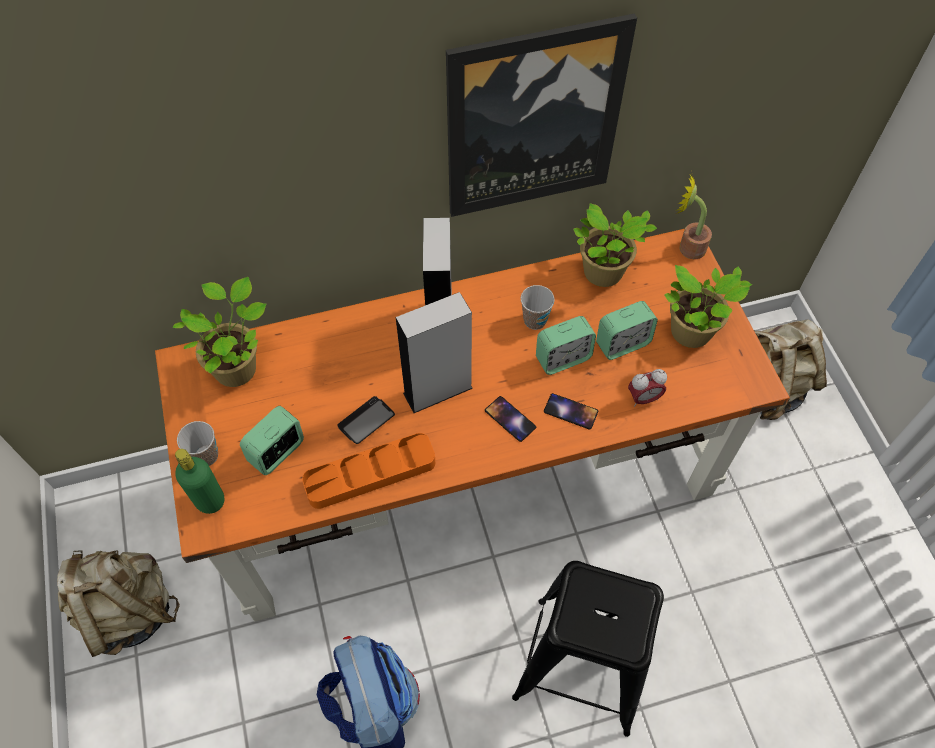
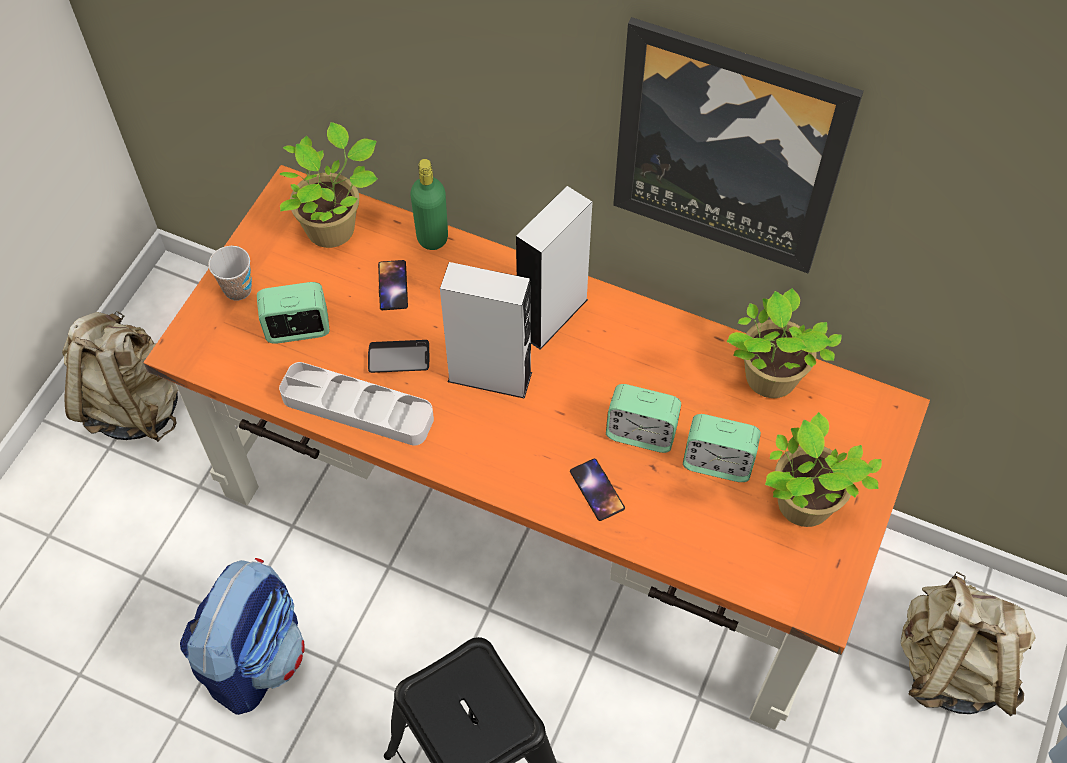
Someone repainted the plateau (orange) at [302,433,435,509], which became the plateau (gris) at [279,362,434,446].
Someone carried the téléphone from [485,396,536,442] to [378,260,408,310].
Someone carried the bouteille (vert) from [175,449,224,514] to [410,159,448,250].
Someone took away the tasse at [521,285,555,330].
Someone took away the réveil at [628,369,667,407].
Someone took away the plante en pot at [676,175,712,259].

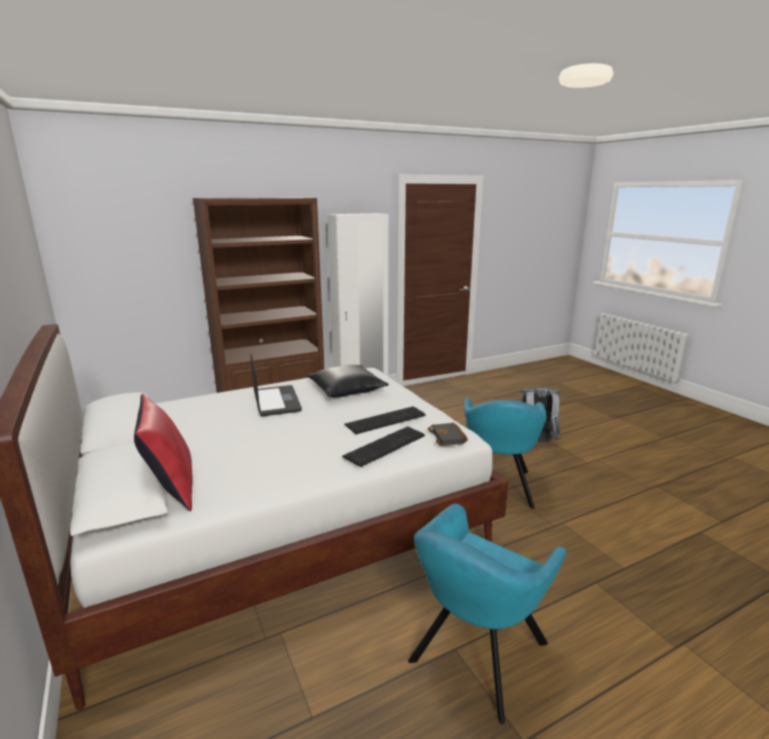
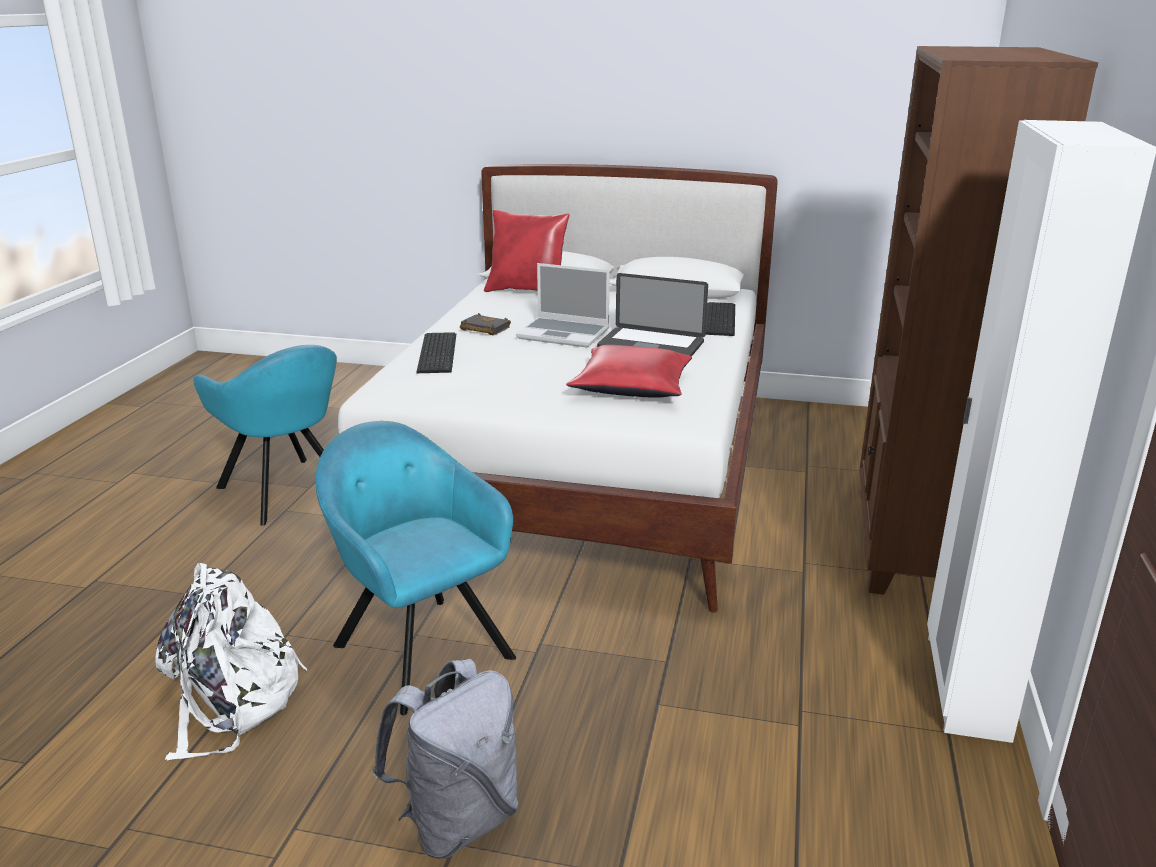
Someone put down the sac à dos (blanc) at [155,563,307,760].
Someone rotated the fauteuil (turquoise) at [408,504,566,724] by 150 degrees clockwise.
Someone carried the livre (noir) from [428,423,468,446] to [460,313,511,335].
Someone put down the ordinateur portable at [516,263,610,348].
Someone repainted the coussin (noir) at [307,365,389,398], which became the coussin (rouge) at [566,345,692,398].
Someone carried the clavier from [344,406,426,434] to [705,302,735,336].

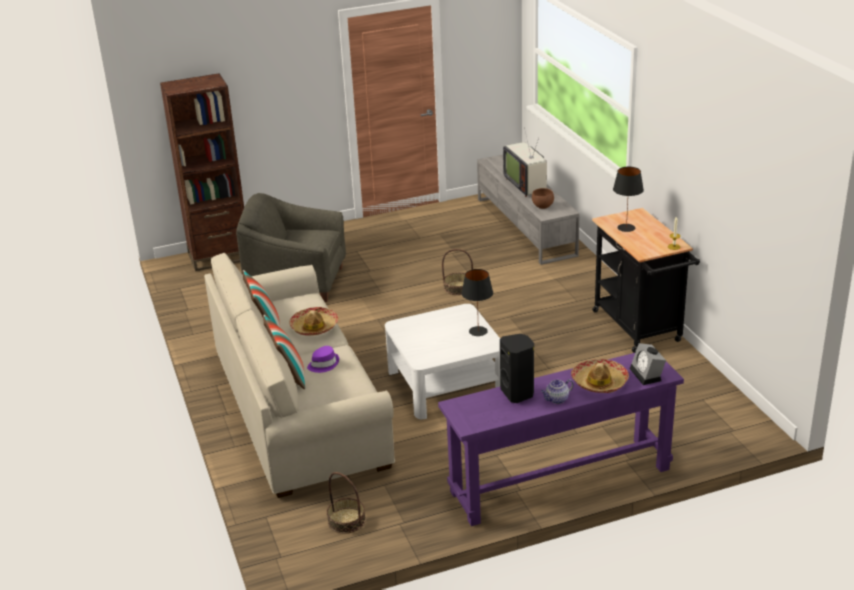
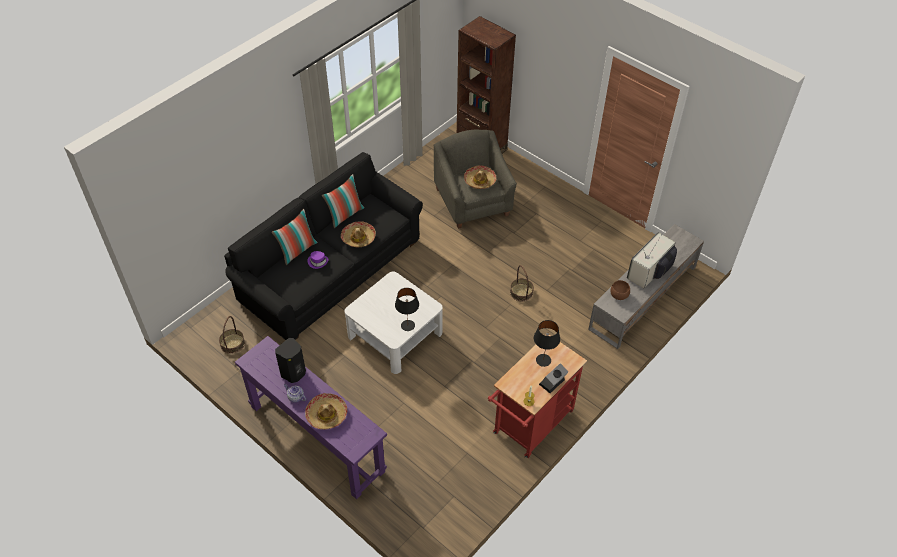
Someone repainted the canapé (beige) at [204,253,395,498], which became the canapé (noir) at [224,152,423,340].
Someone put down the chapeau at [464,165,496,189].
Someone repainted the chariot (noir) at [592,208,700,353], which became the chariot (rouge) at [488,335,587,458].
Someone carried the réveil from [630,343,666,385] to [539,363,568,393].

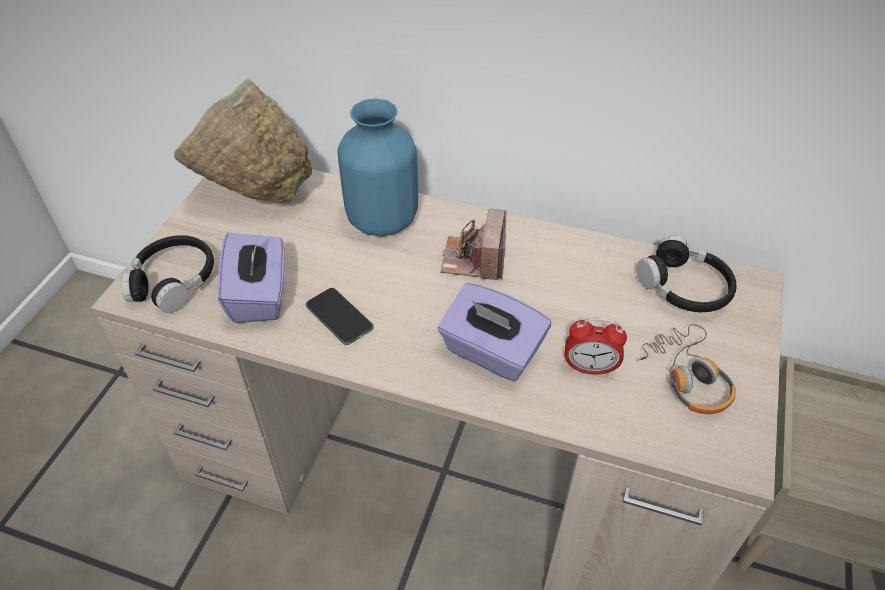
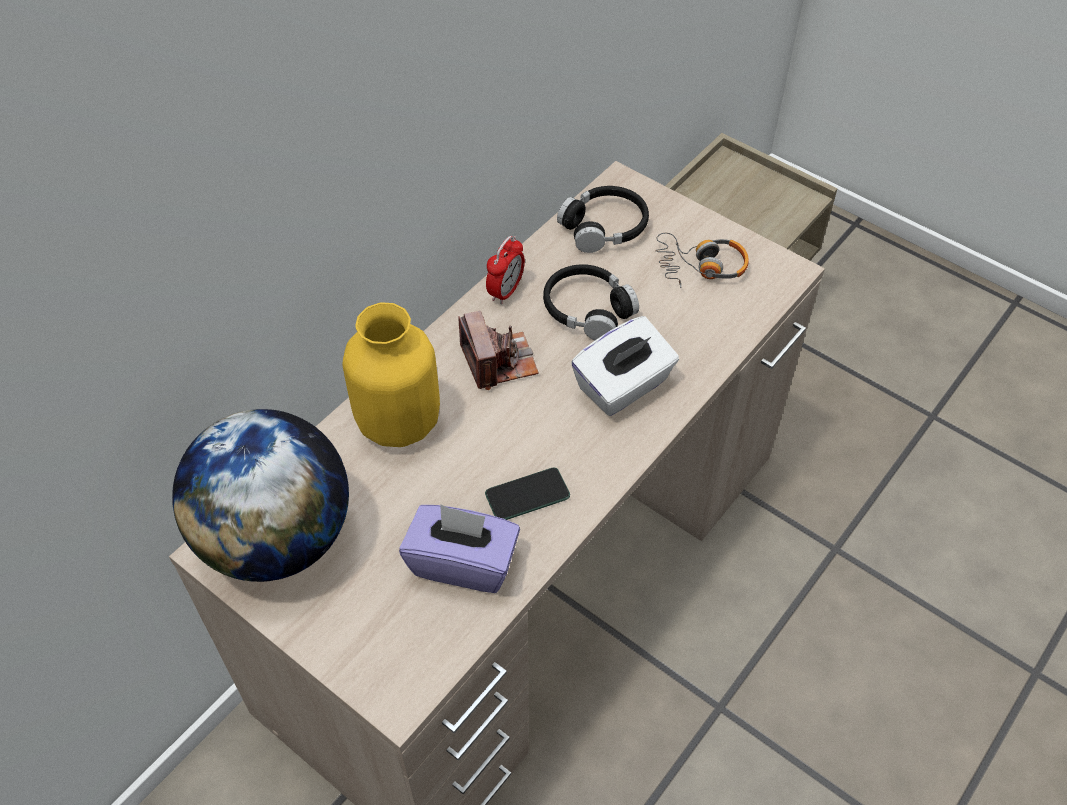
Someone swapped the bol (vert) at [174,79,312,203] for the globe at [172,409,349,582].
Someone repainted the vase (bleu) at [337,98,418,236], which became the vase (jaune) at [343,303,440,447].
Someone rotated the appareil photo at [441,209,506,280] by 135 degrees counterclockwise.
Someone carried the réveil from [564,317,627,375] to [486,236,525,305].
Someone carried the casque audio (noir) from [121,235,214,313] to [543,264,639,340].
Someone repainted the boîte à mouchoirs (violet) at [438,283,551,381], which became the boîte à mouchoirs (blanc) at [571,316,679,416].

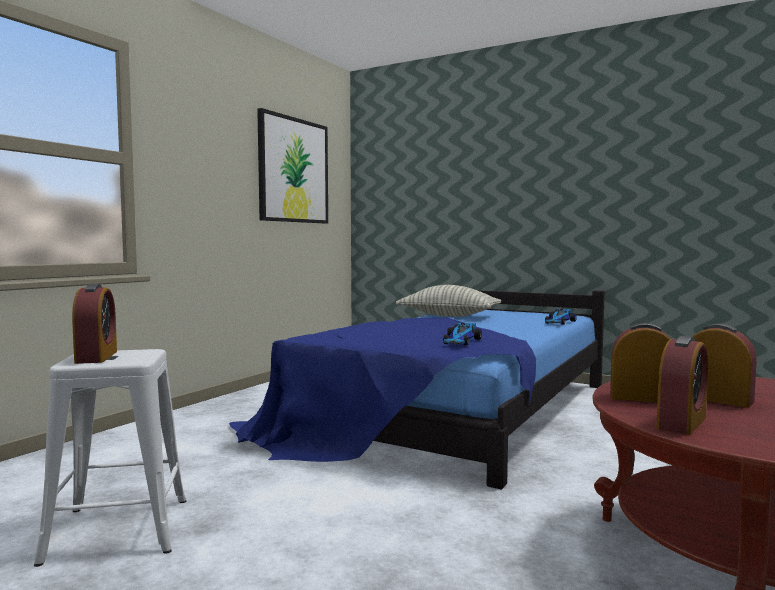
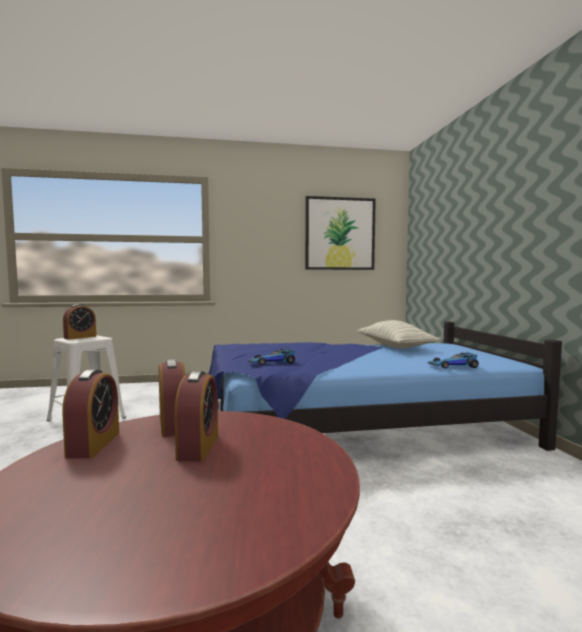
Someone rotated the réveil at [656,336,708,435] by 90 degrees counterclockwise.

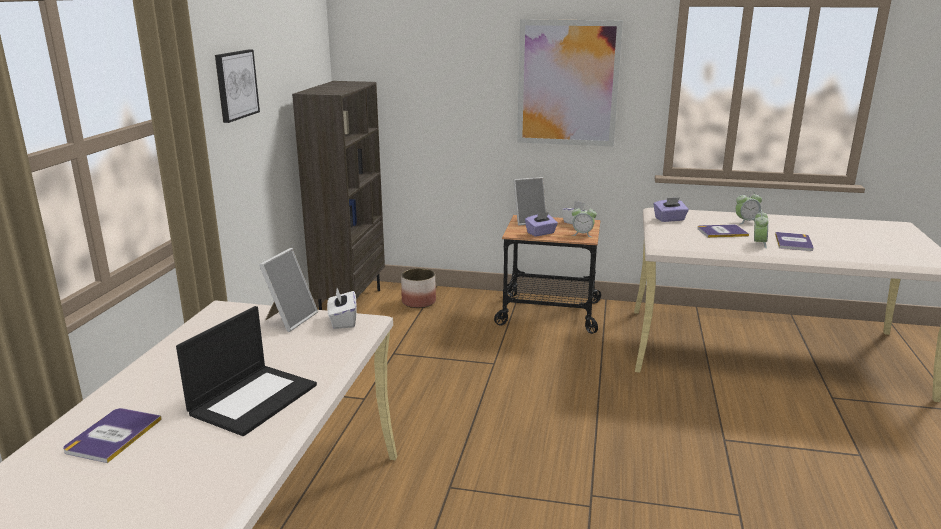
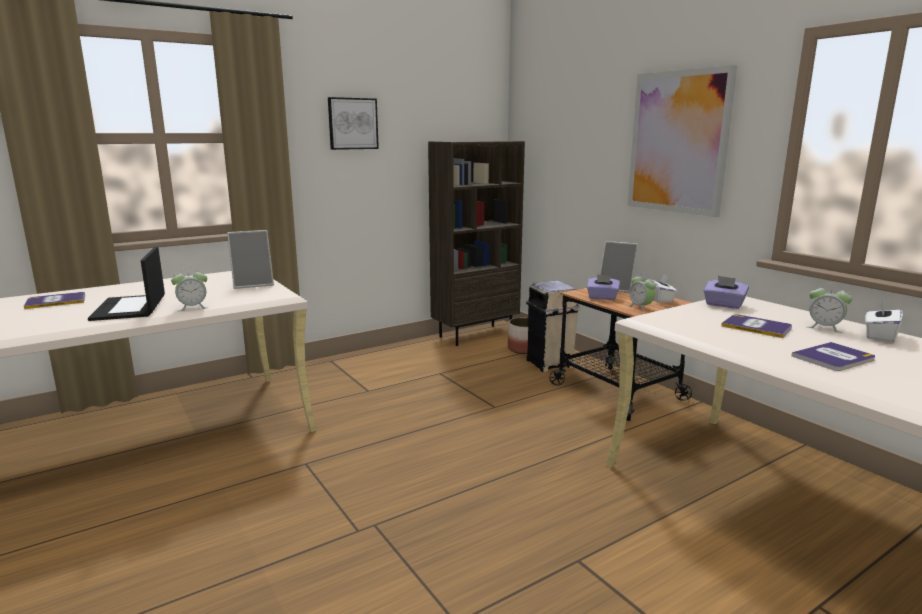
Someone rotated the ordinateur portable at [176,306,317,436] by 90 degrees clockwise.
Someone carried the réveil from [754,210,768,248] to [171,267,208,311].
Someone put down the poubelle (beige) at [526,280,581,372].
Someone carried the boîte à mouchoirs (blanc) from [327,288,357,329] to [865,301,903,342].

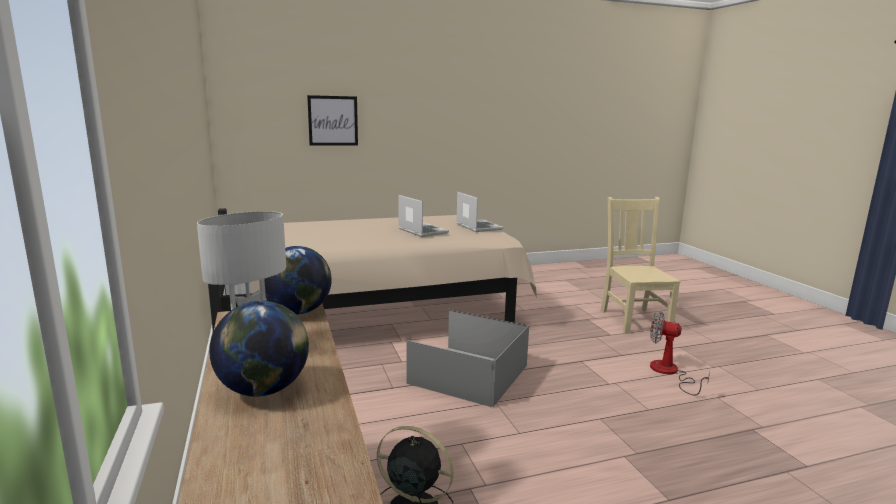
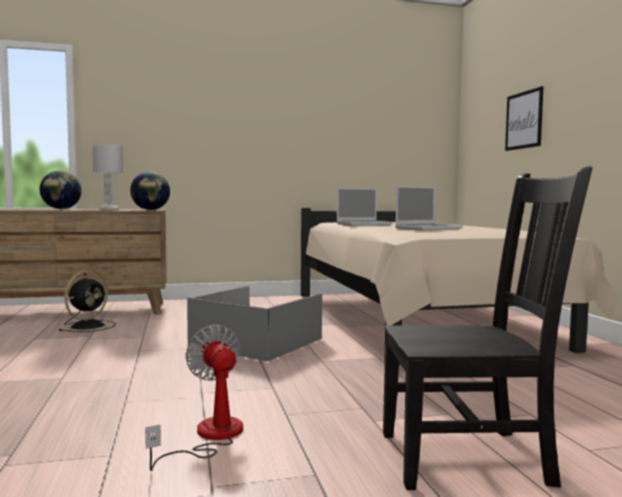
Someone rotated the ventilateur at [650,311,710,396] by 60 degrees counterclockwise.
Someone carried the ordinateur portable from [456,192,503,232] to [336,188,392,226].
Someone repainted the chaise (beige) at [601,197,680,333], which became the chaise (noir) at [383,166,593,490].

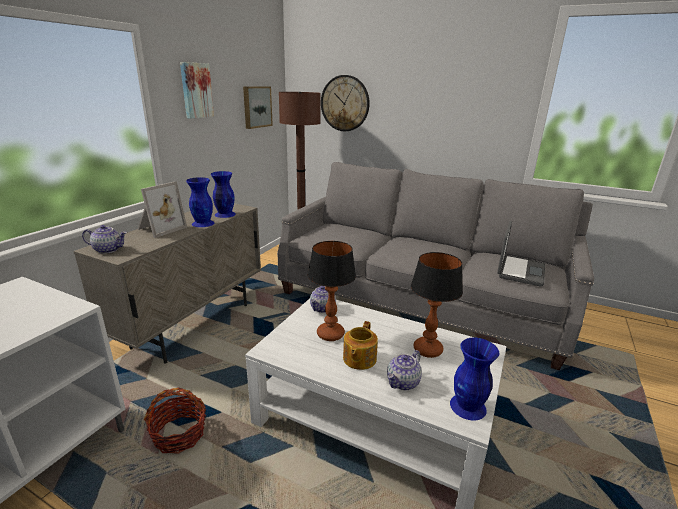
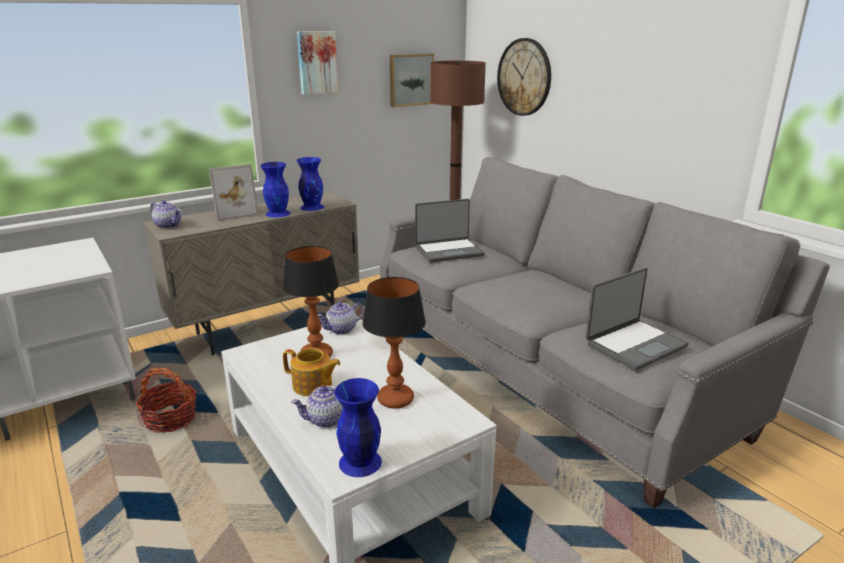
Someone rotated the théière at [343,321,378,370] by 120 degrees counterclockwise.
Someone put down the ordinateur portable at [415,199,485,263].

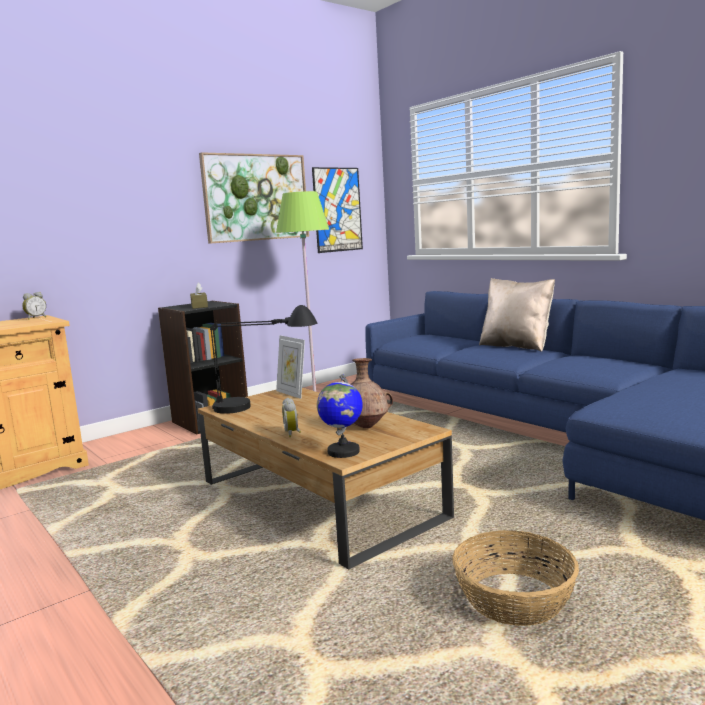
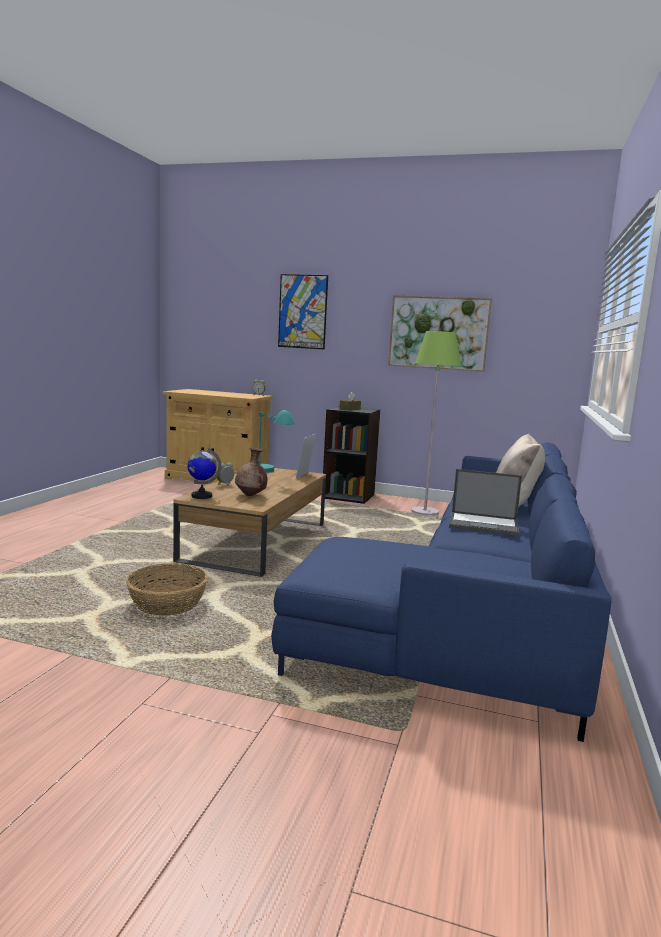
Someone repainted the lampe de table (noir) at [210,305,317,414], which became the lampe de table (turquoise) at [258,410,295,473].
Someone carried the tableau from [312,167,363,253] to [278,274,328,349].
Someone put down the ordinateur portable at [449,469,522,536].

